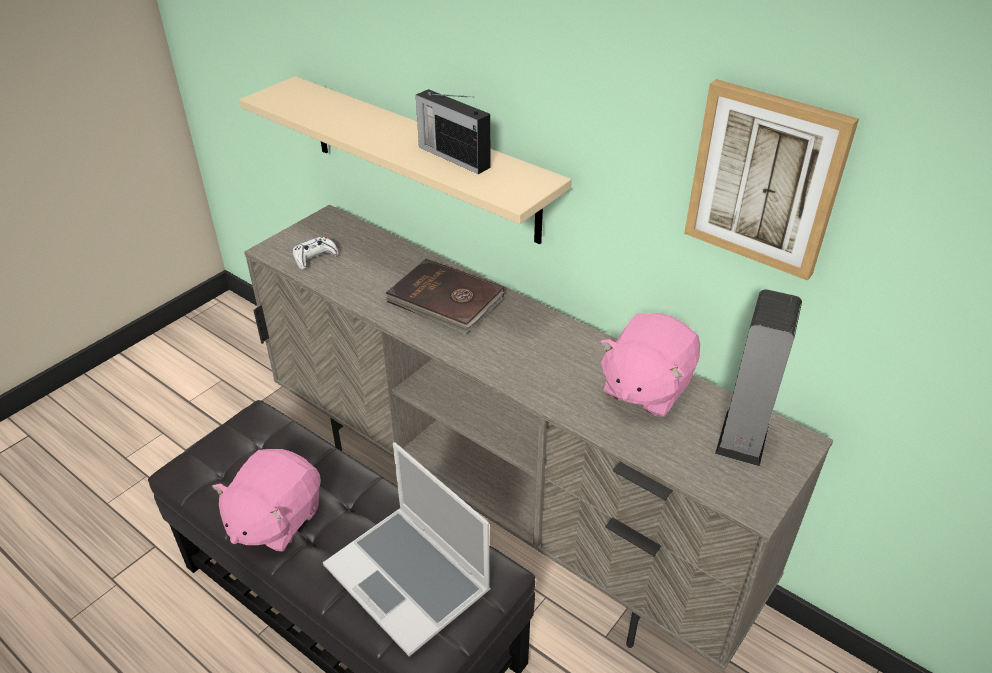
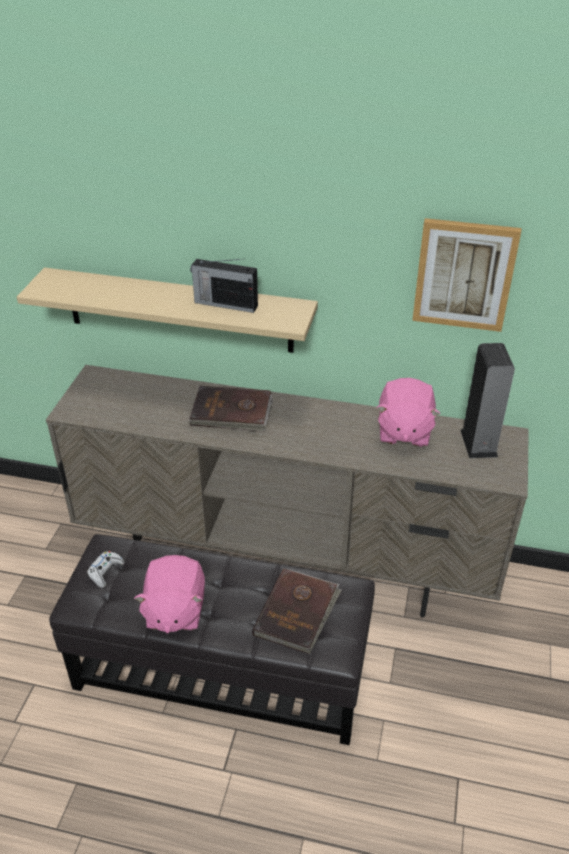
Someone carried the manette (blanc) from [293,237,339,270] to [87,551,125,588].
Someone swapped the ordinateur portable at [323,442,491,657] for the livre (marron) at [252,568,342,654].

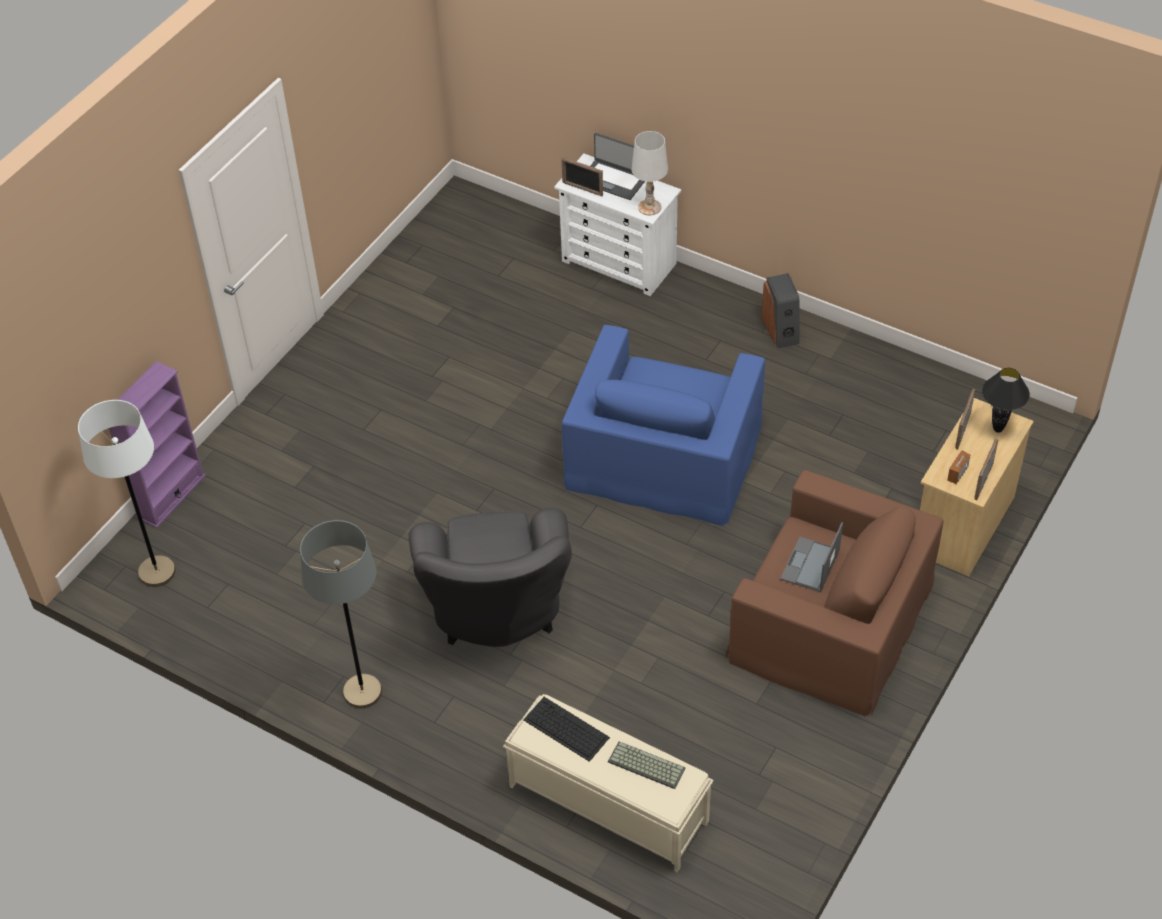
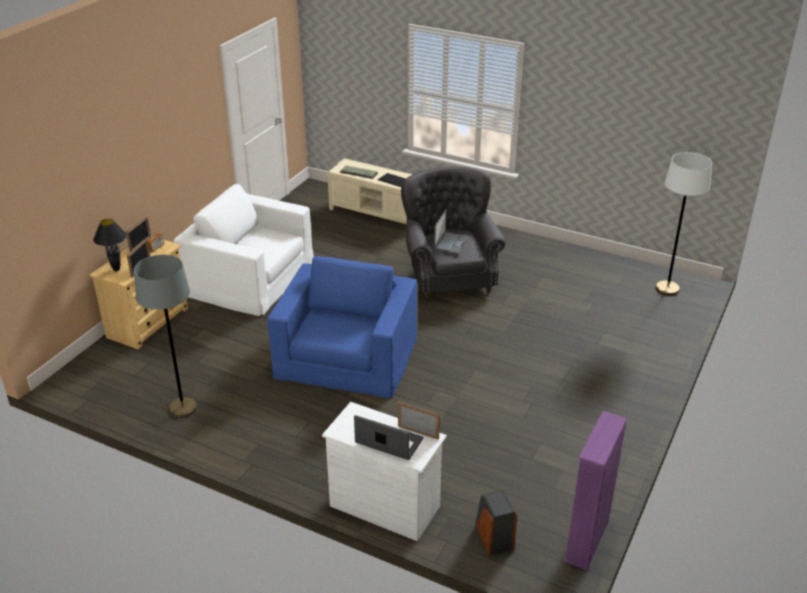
Someone carried the lampadaire (gris) from [300,520,382,709] to [134,255,197,418].
Someone repainted the fauteuil (marron) at [726,470,943,717], which became the fauteuil (blanc) at [173,184,314,316].
Someone carried the ordinateur portable from [780,522,843,592] to [434,210,469,254].
Someone carried the enceinte from [761,273,799,348] to [475,490,517,556].
Someone carried the bibliothèque (violet) from [109,361,206,528] to [564,411,627,570].
Someone took away the lampe de table (blanc) at [632,131,668,215].

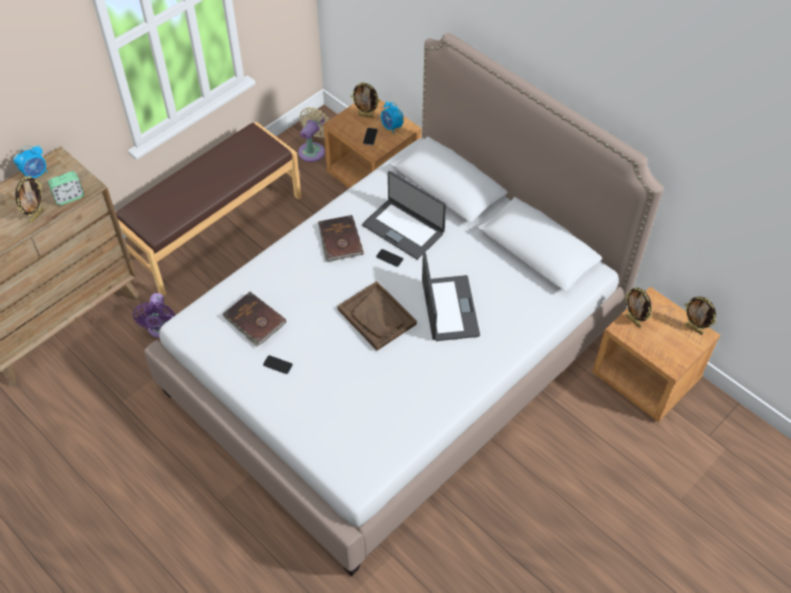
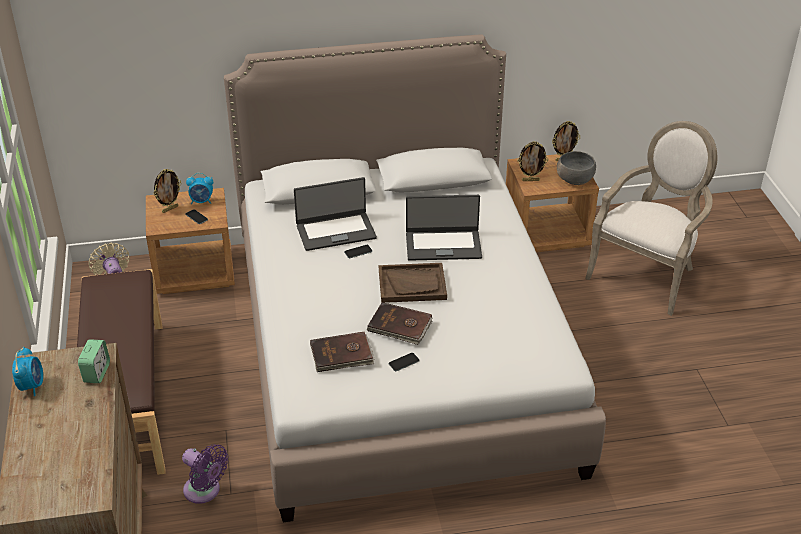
Someone carried the livre (marron) from [318,215,364,261] to [366,302,432,345].
Someone rotated the ordinateur portable at [422,253,480,341] by 150 degrees clockwise.
Someone put down the bol (gris) at [557,151,596,185].
Someone put down the fauteuil at [585,121,718,316].
Someone took away the cadre photo at [15,176,44,223].

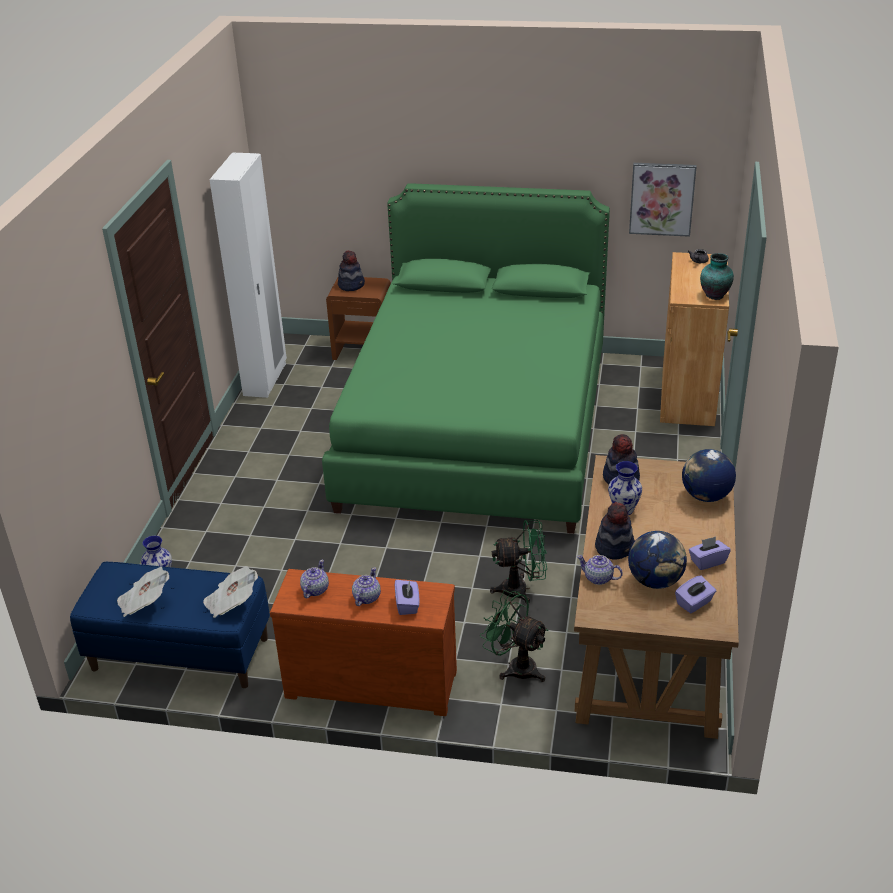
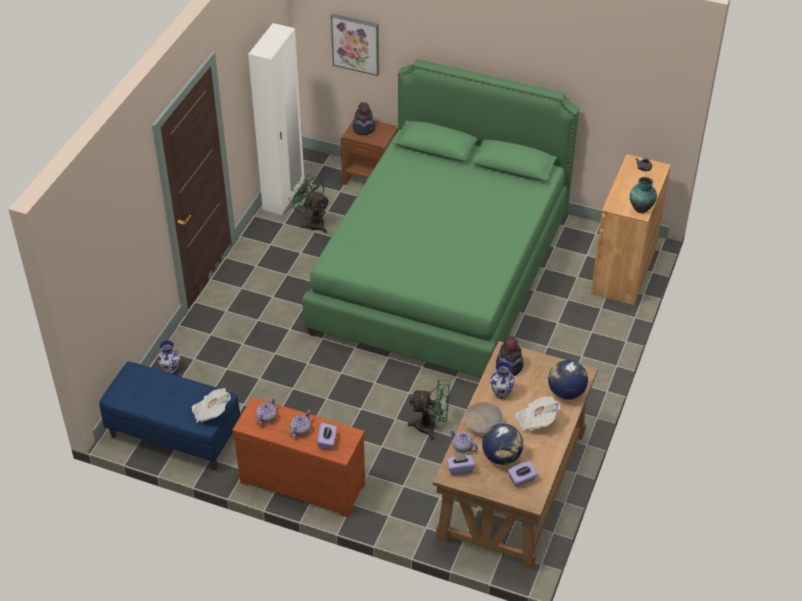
Someone carried the ventilateur (vert) from [480,590,549,682] to [288,175,330,233].
Someone carried the tableau from [629,163,697,237] to [331,14,379,76].
Someone carried the boîte à mouchoirs (violet) from [689,536,731,570] to [446,454,475,476].
Someone swapped the chapeau at [595,502,635,560] for the bol (beige) at [464,402,503,434].
Someone carried the journal from [117,567,169,617] to [515,396,560,431].

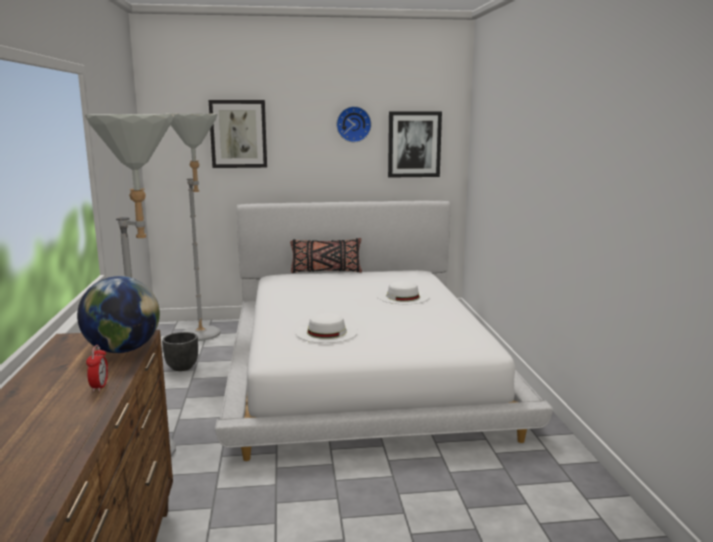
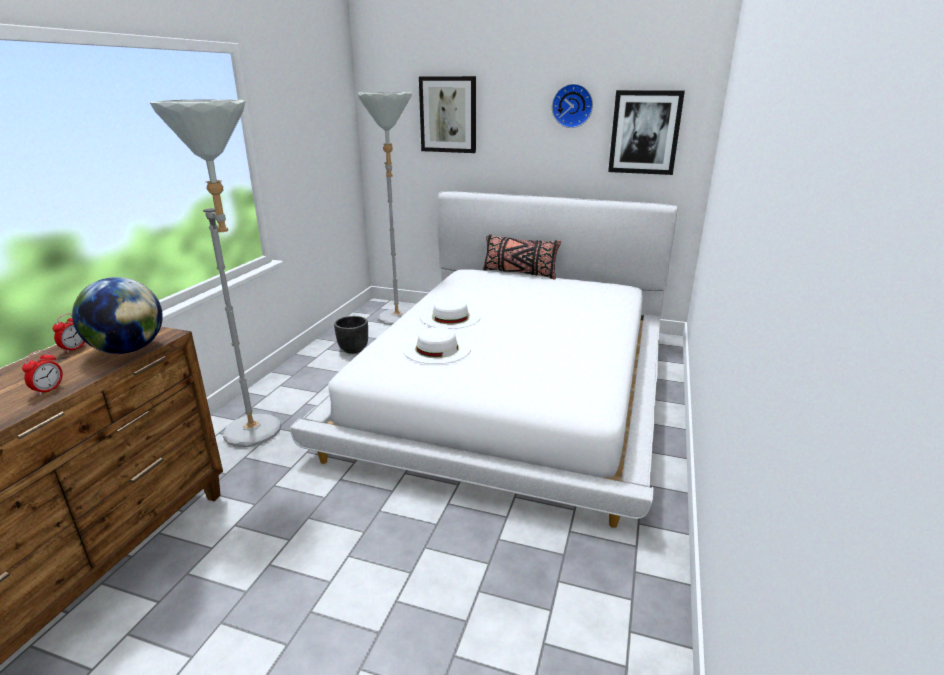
Someone put down the réveil at [52,313,85,353].
Someone carried the chapeau (blanc) from [377,281,429,304] to [420,299,481,329].

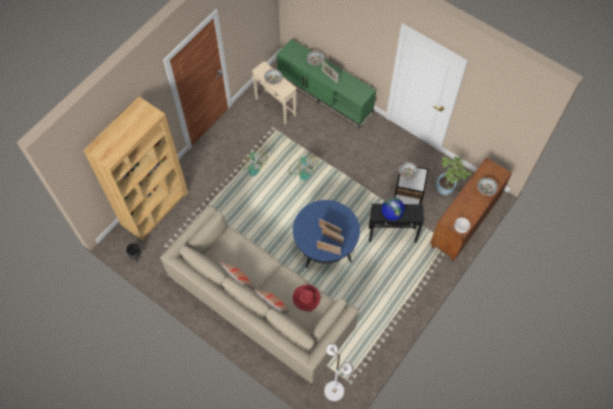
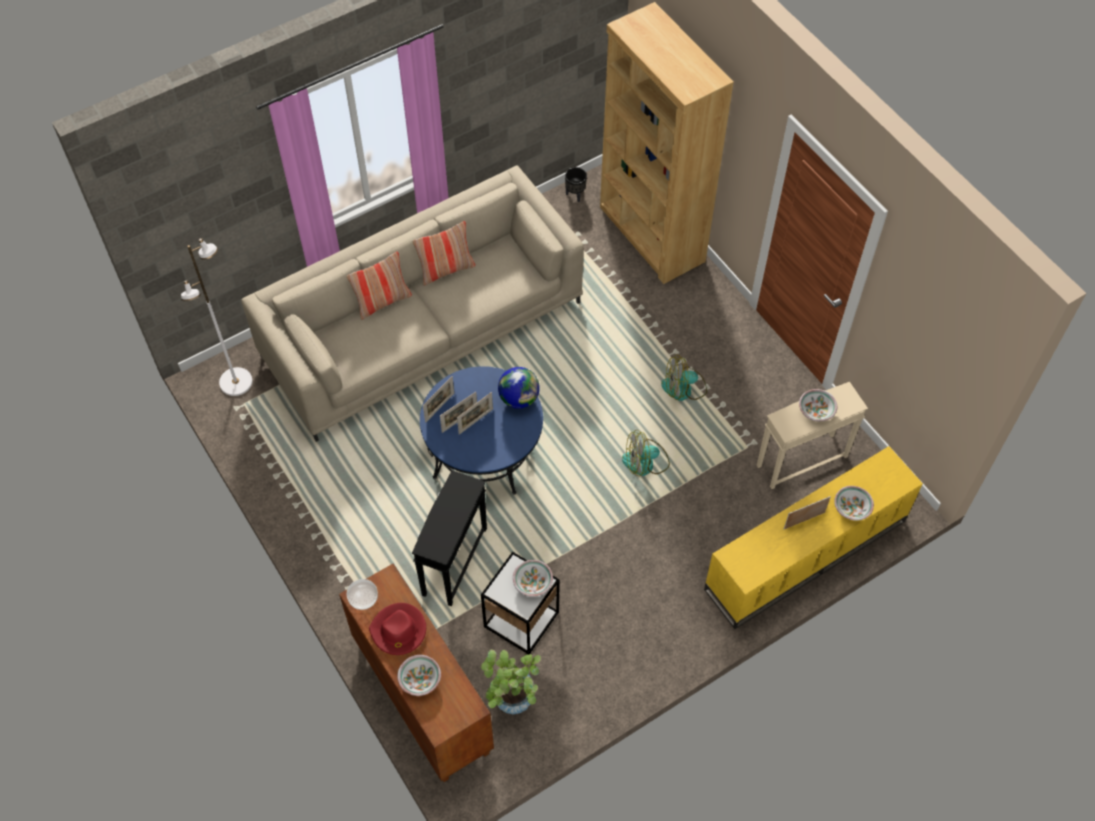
Someone carried the chapeau (rouge) from [293,285,320,311] to [369,603,426,655].
Someone carried the globe from [382,197,405,221] to [498,367,540,409].
Someone repainted the meuble télé (vert) at [277,39,376,129], which became the meuble télé (jaune) at [704,446,923,629].

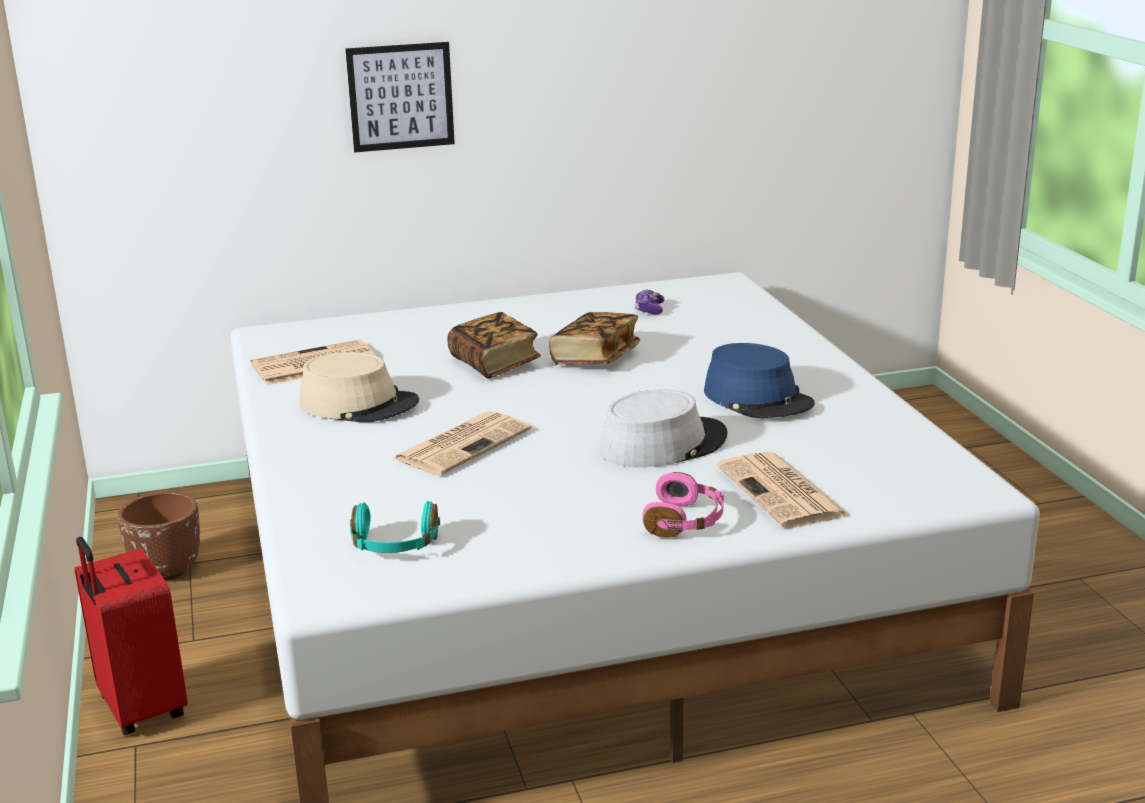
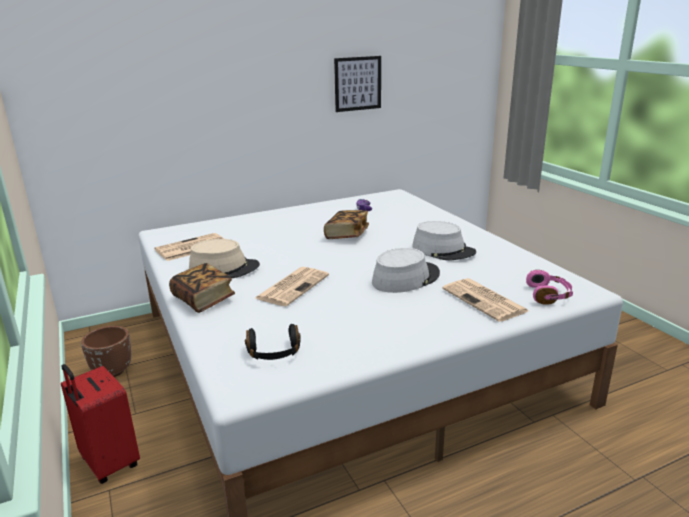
Someone carried the livre from [447,312,541,378] to [169,263,235,313].
Someone repainted the casque audio (turquoise) at [350,501,440,553], which became the casque audio (noir) at [245,324,301,360].
Someone carried the tableau from [345,42,455,152] to [334,56,381,112].
Someone repainted the chapeau (bleu) at [704,343,815,418], which became the chapeau (gris) at [412,221,476,260].
Someone carried the casque audio (rose) from [642,472,724,538] to [526,270,573,305].

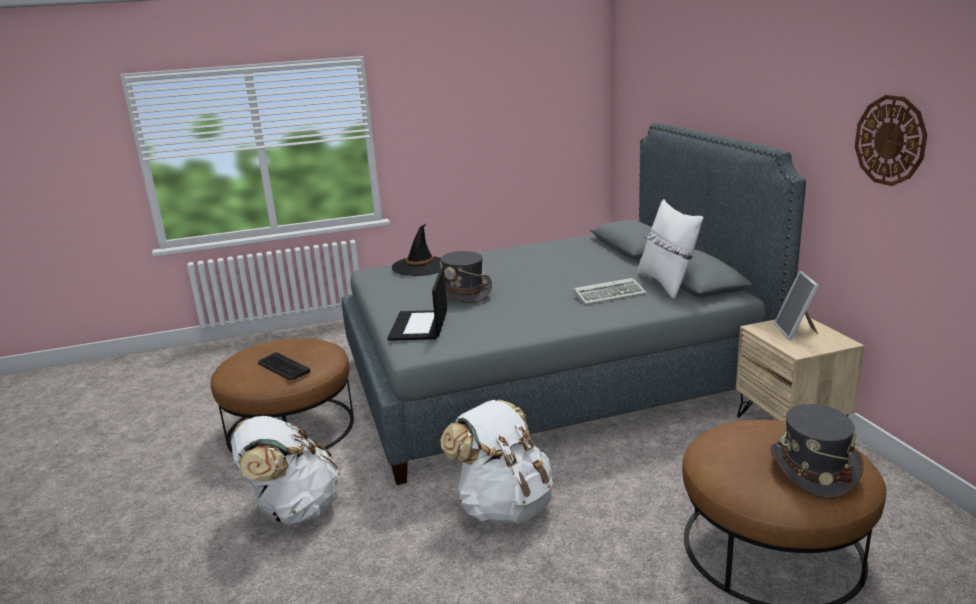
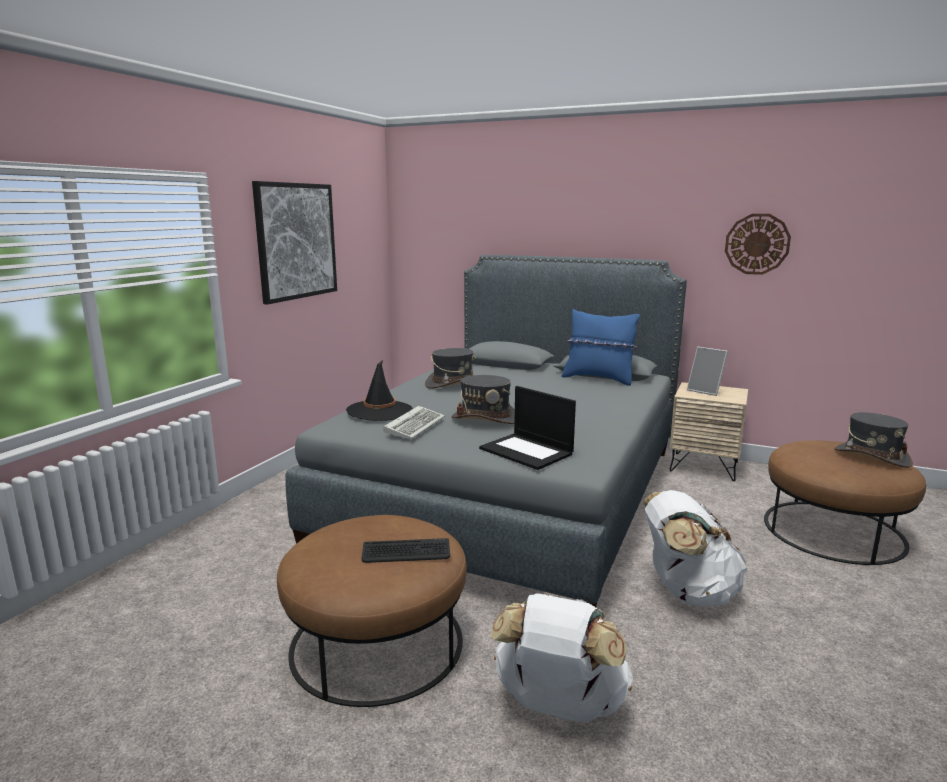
Someone put up the tableau at [252,181,337,305].
Someone carried the clavier from [573,278,647,305] to [383,406,445,439].
Someone put down the chapeau (gris) at [425,348,476,389].
Someone repainted the coussin (blanc) at [637,199,703,299], which became the coussin (bleu) at [561,309,640,386].

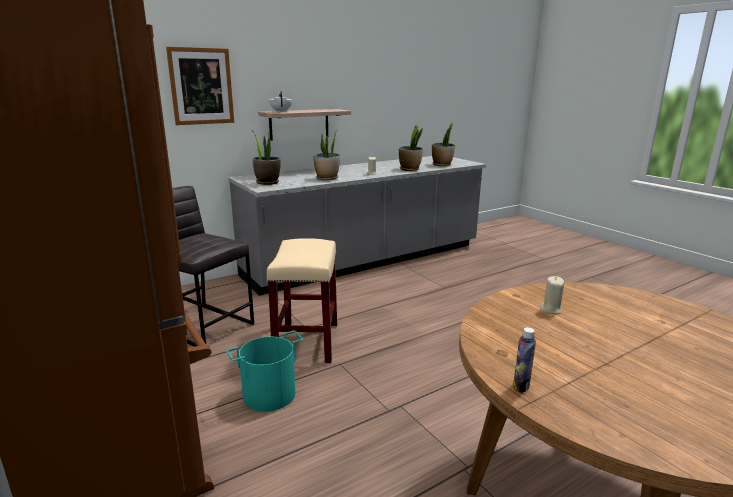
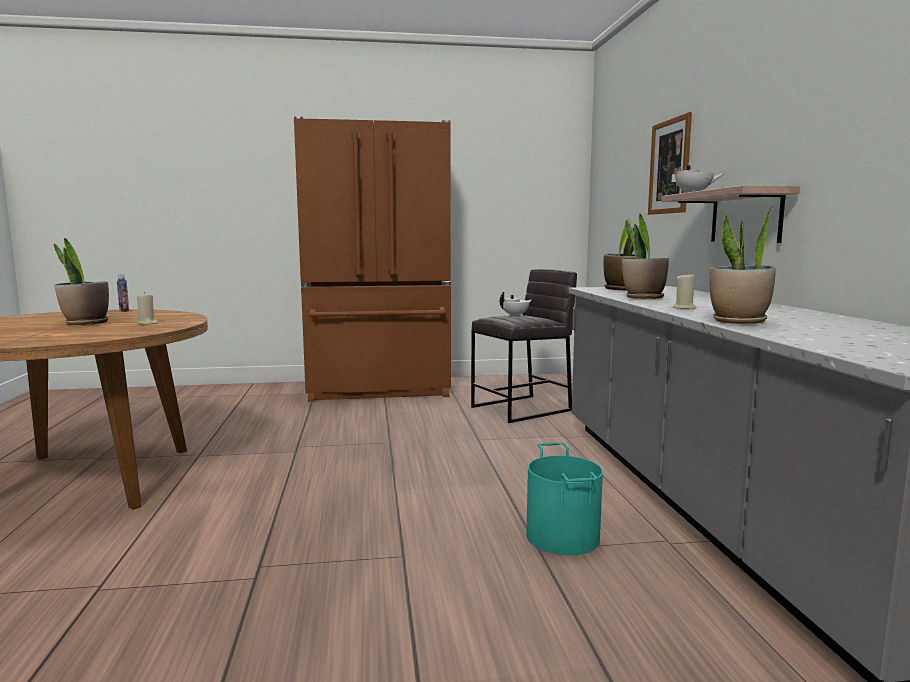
Someone carried the plante en pot from [432,121,455,166] to [54,238,109,325].
Someone put down the théière (blanc) at [500,292,531,317].
Someone carried the seau (turquoise) from [226,331,303,412] to [527,442,603,556].
Someone took away the tabouret (beige) at [266,238,337,363].

